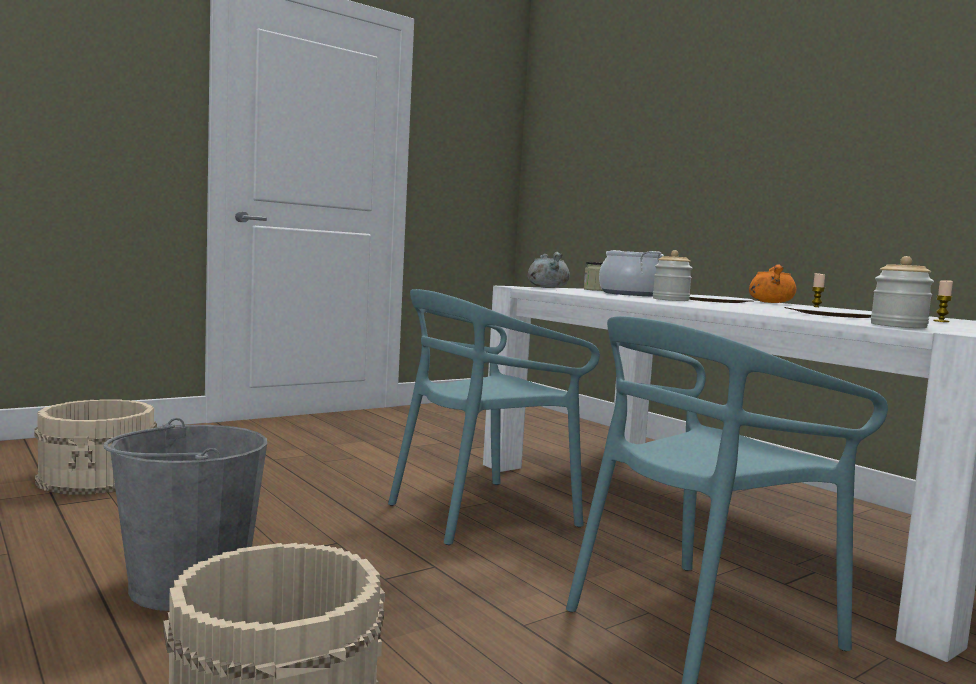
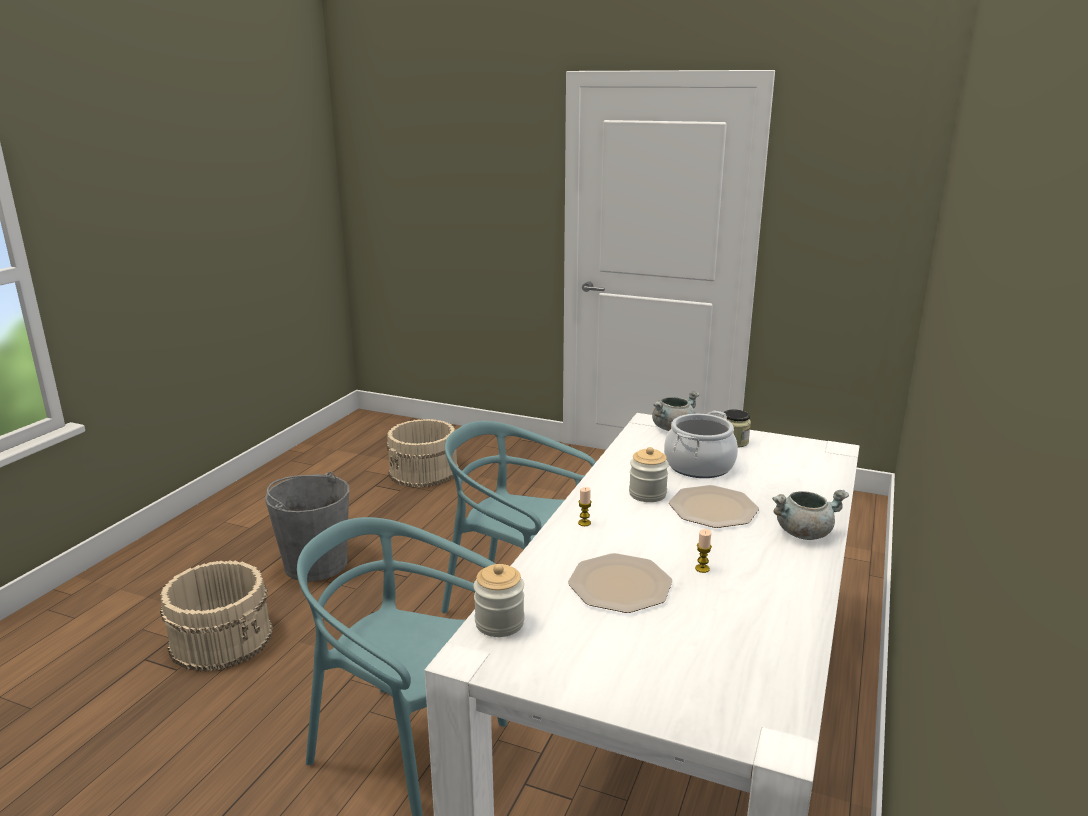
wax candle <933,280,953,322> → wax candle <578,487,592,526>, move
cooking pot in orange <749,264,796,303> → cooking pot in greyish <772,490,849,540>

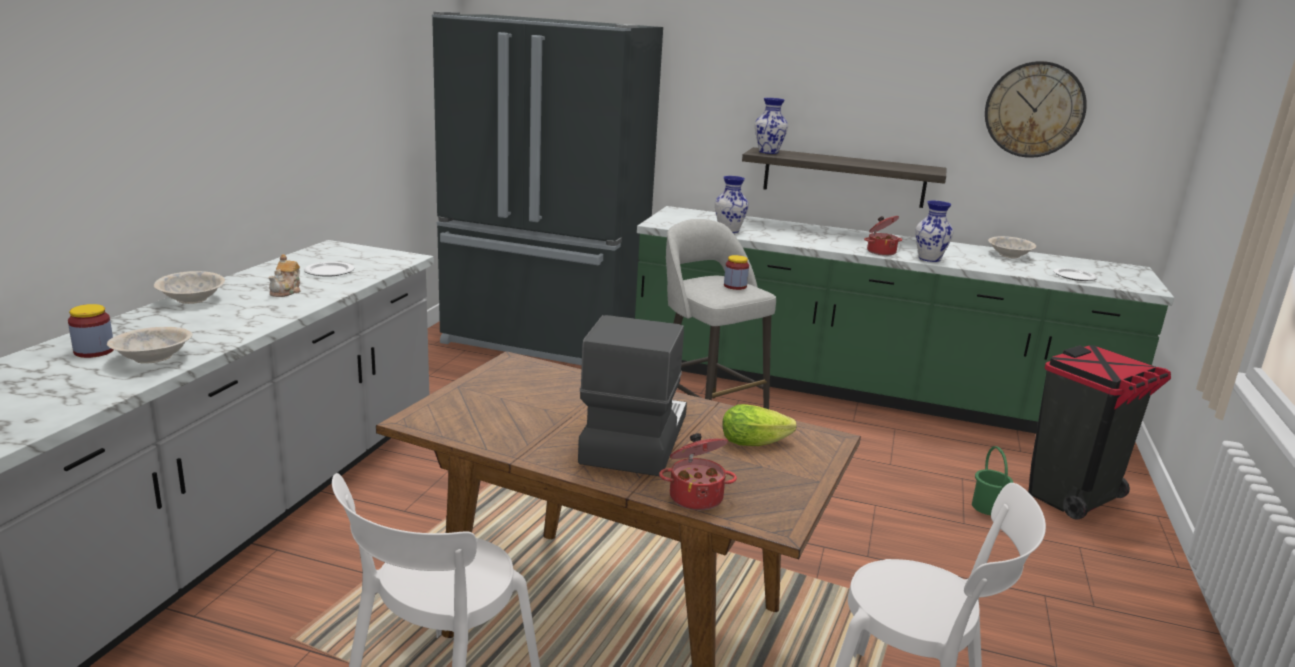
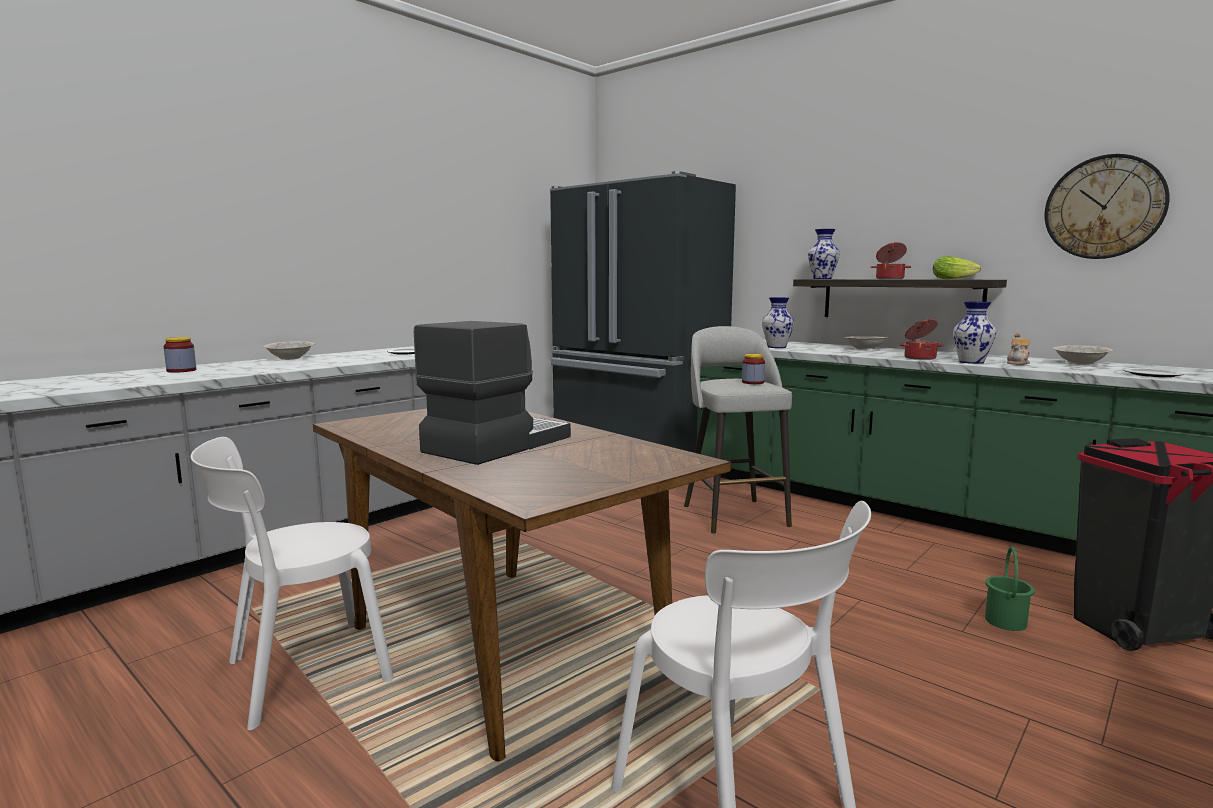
bowl in beige-coloured <107,327,193,364> → bowl in beige-coloured <844,336,889,349>, move
tea pot <268,254,301,297> → tea pot <1007,333,1030,365>, move
cooking pot <659,433,737,510> → cooking pot <871,242,911,279>, move
lettuce head <722,404,797,446> → lettuce head <933,256,981,279>, move

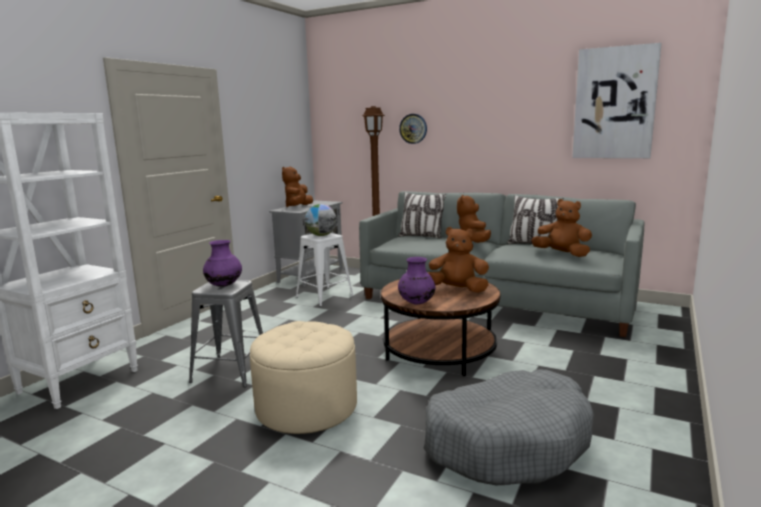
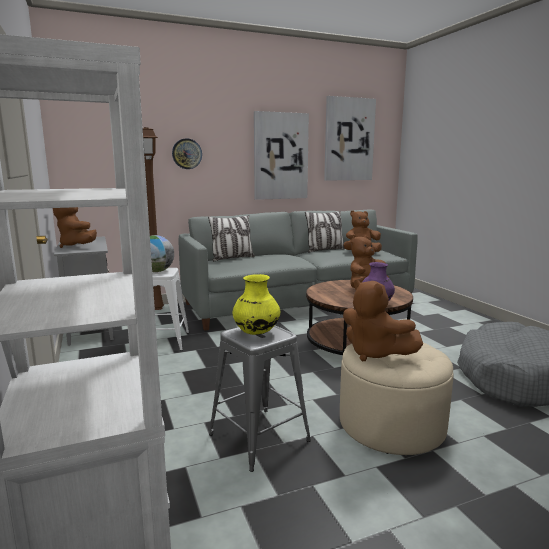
- → wall art <254,111,309,200>
soft toy in brown-coloured <457,195,491,243> → soft toy in brown-coloured <343,280,423,361>, move
flower vase in purplish <203,240,242,287> → flower vase in yellow <233,274,280,335>

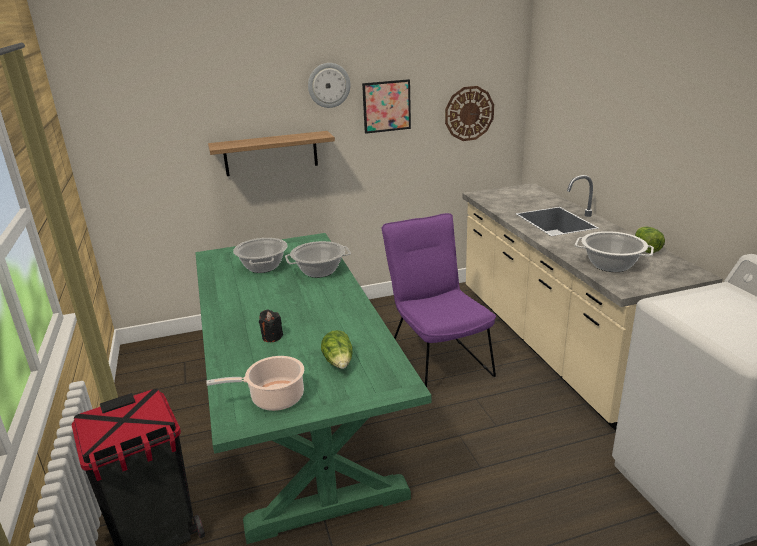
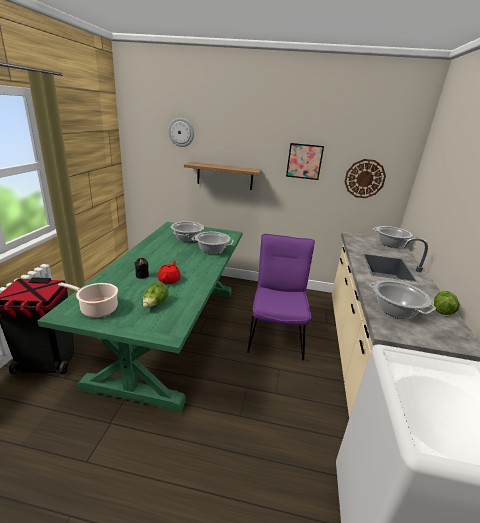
- → tea pot in red-coloured <158,260,181,284>
- → cooking pot <373,226,415,248>
clock on the wall <308,63,350,108> → clock on the wall <168,118,194,147>, move

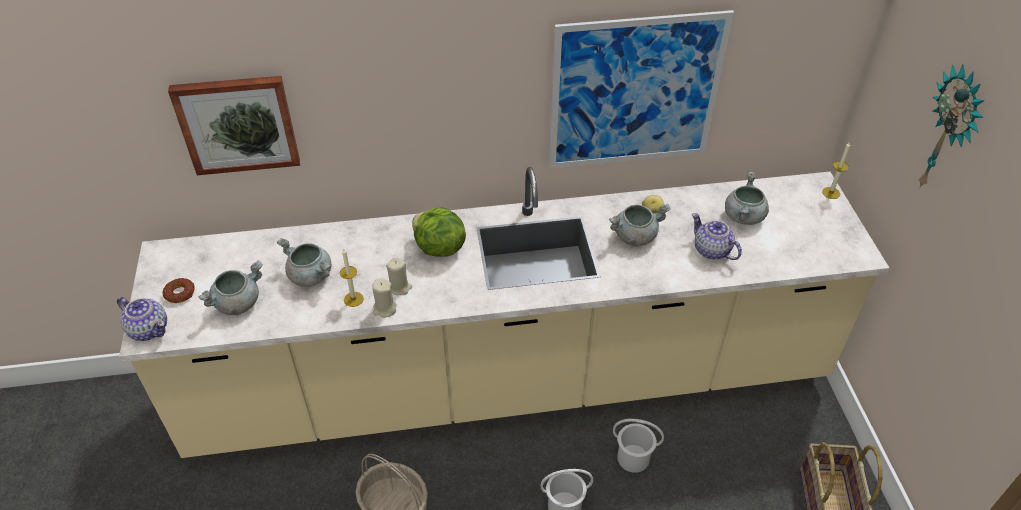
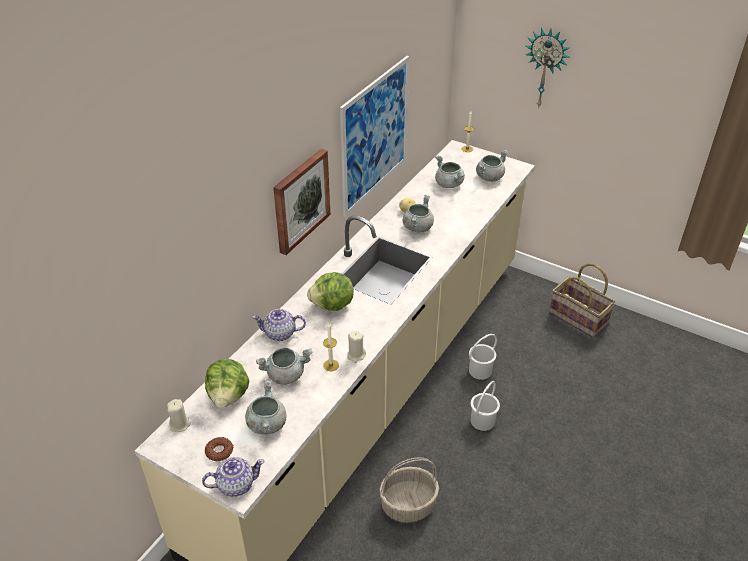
- → lettuce head <205,359,249,408>
- → cooking pot in greyish <476,150,508,182>
wall art <168,76,300,175> → wall art <273,149,331,255>, move
wax candle in beige-coloured <386,258,412,295> → wax candle in beige-coloured <167,399,191,432>, move
tea pot <692,213,742,260> → tea pot <252,309,306,341>, move

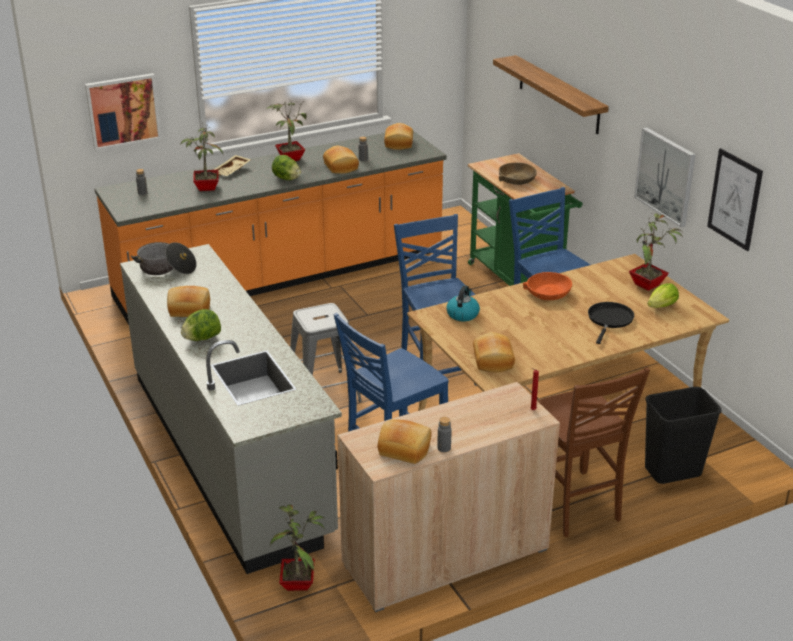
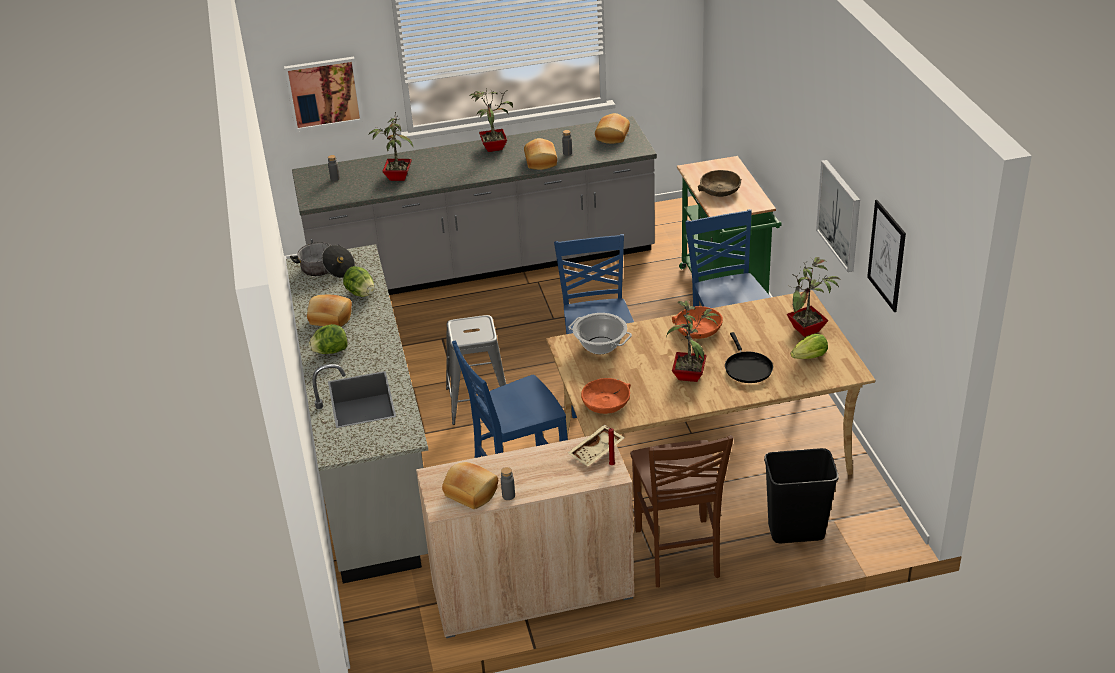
shelf <493,55,609,134> → -
carrying tray in beige-coloured <214,155,251,176> → carrying tray in beige-coloured <568,424,625,466>, move
plant in a pot <270,504,325,591> → plant in a pot <666,300,718,382>, move
lettuce head <272,155,301,180> → lettuce head <343,266,375,297>, move
kettle <446,285,480,321> → cooking pot <569,313,632,354>
bakery bread <473,332,515,372> → bowl in orange <581,378,631,414>
kitchen counter in orange <94,131,446,325> → kitchen counter in greyish <292,116,657,295>
pan in black <588,302,634,344> → pan in black <725,332,773,383>, 135 degrees clockwise

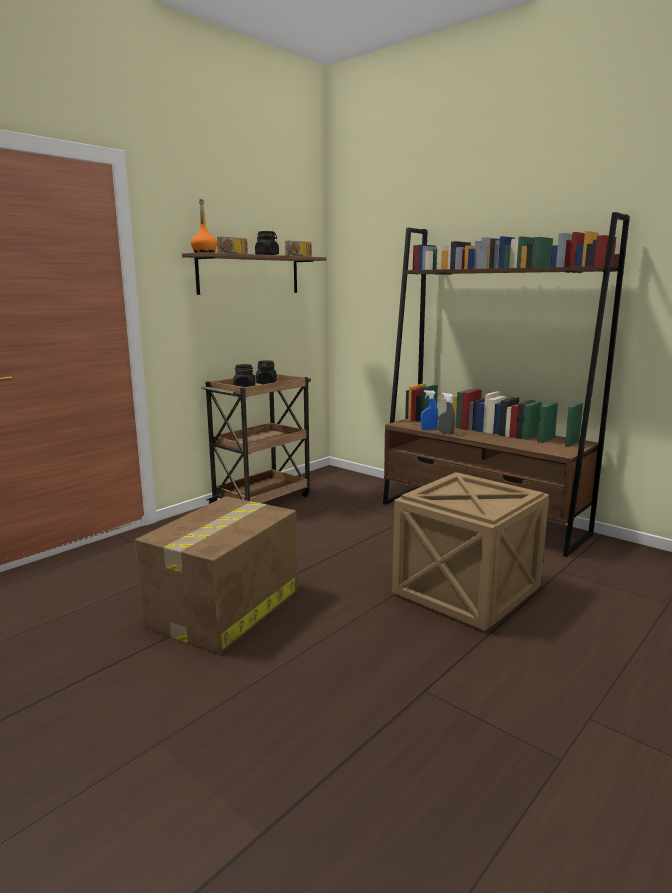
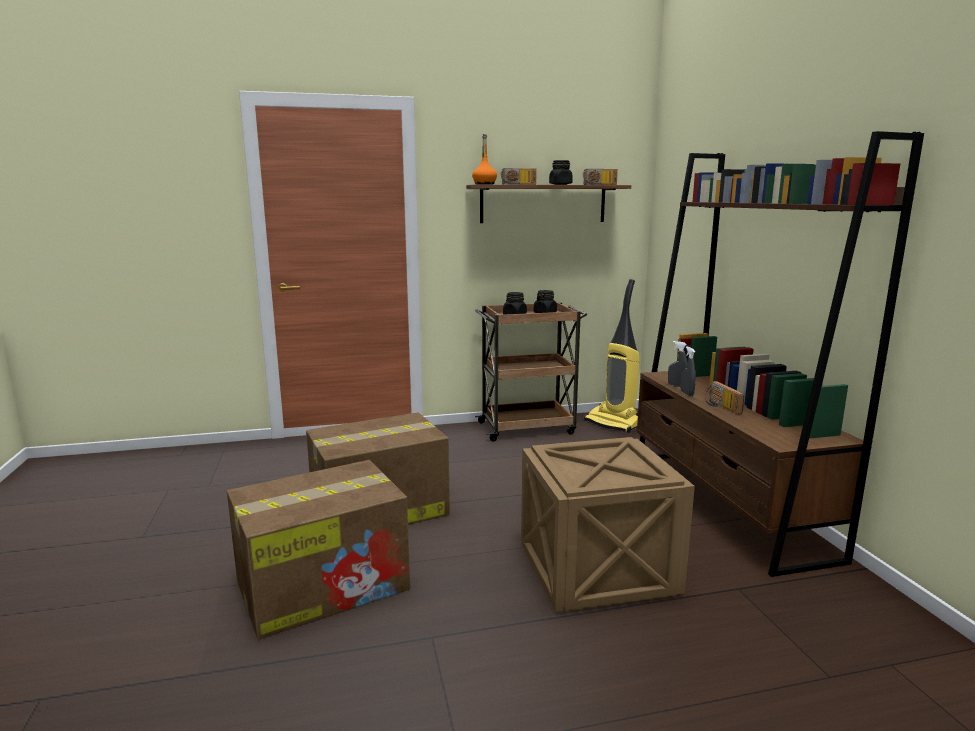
- → cardboard box <227,460,410,640>
- → hoover <584,279,639,433>
- → radio <705,381,745,414>
sprayer in bluish <421,390,438,430> → sprayer in greyish <668,341,688,387>

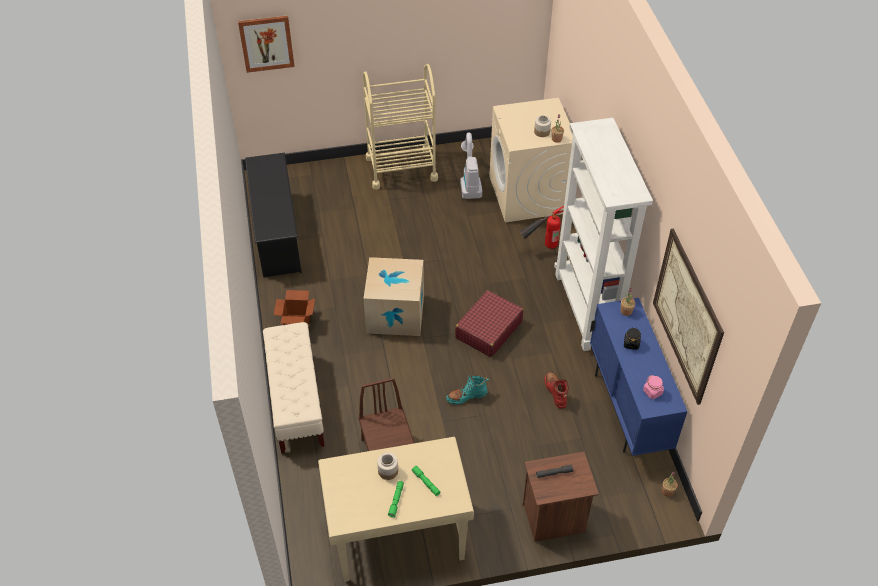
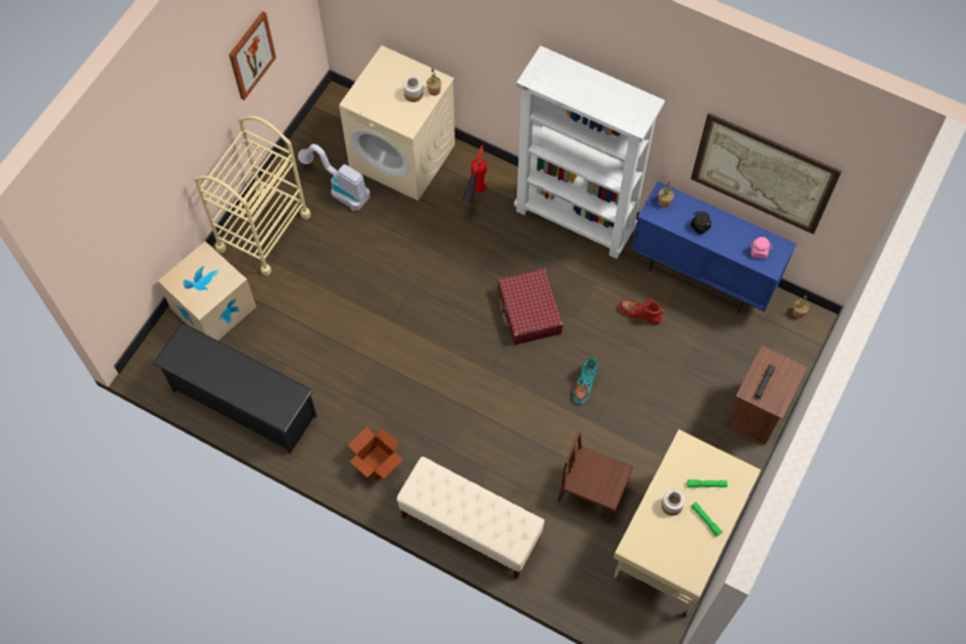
wall art <238,16,295,73> → wall art <229,11,276,100>, move
cardboard box <363,257,424,336> → cardboard box <158,241,256,340>, move

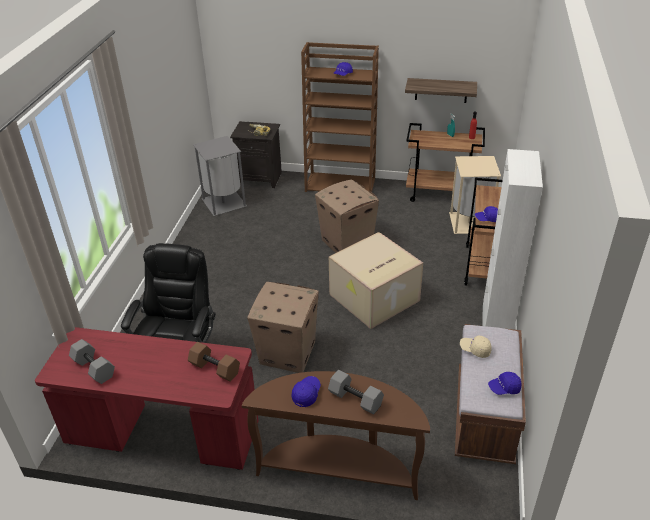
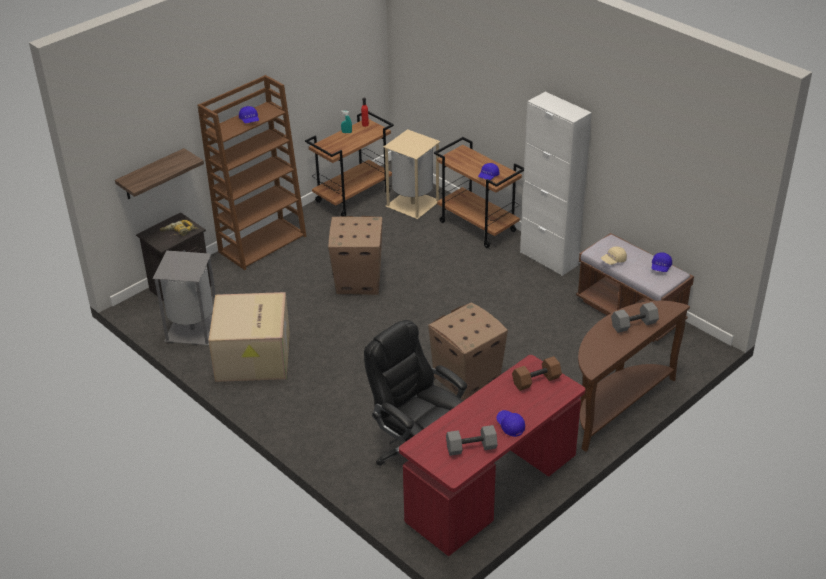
baseball cap in bluish <291,376,321,407> → baseball cap in bluish <496,410,525,437>, move
cardboard box <329,232,423,329> → cardboard box <208,292,290,382>, move
shelf <405,78,477,103> → shelf <115,148,204,200>, move

